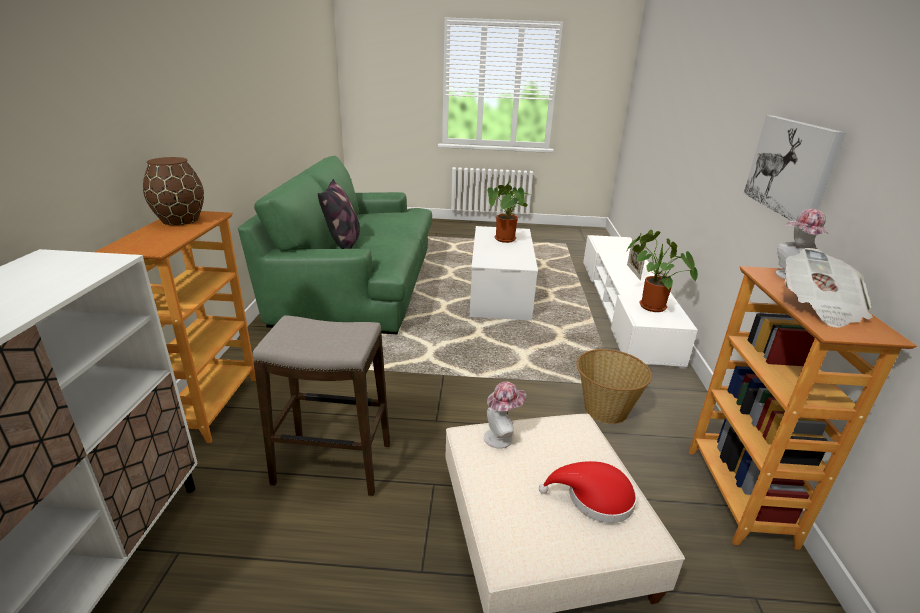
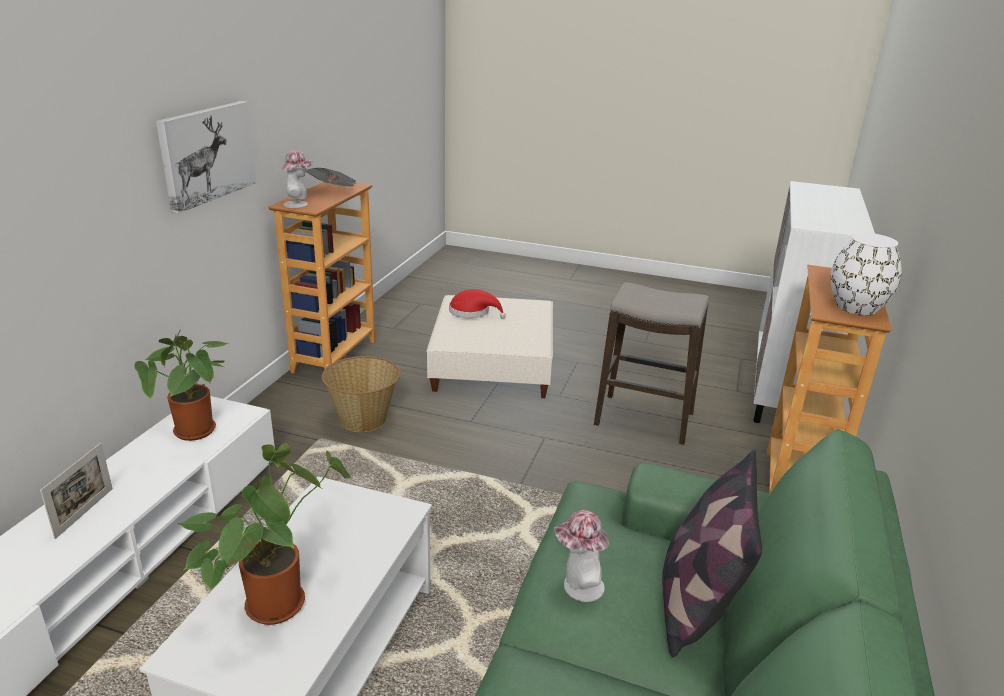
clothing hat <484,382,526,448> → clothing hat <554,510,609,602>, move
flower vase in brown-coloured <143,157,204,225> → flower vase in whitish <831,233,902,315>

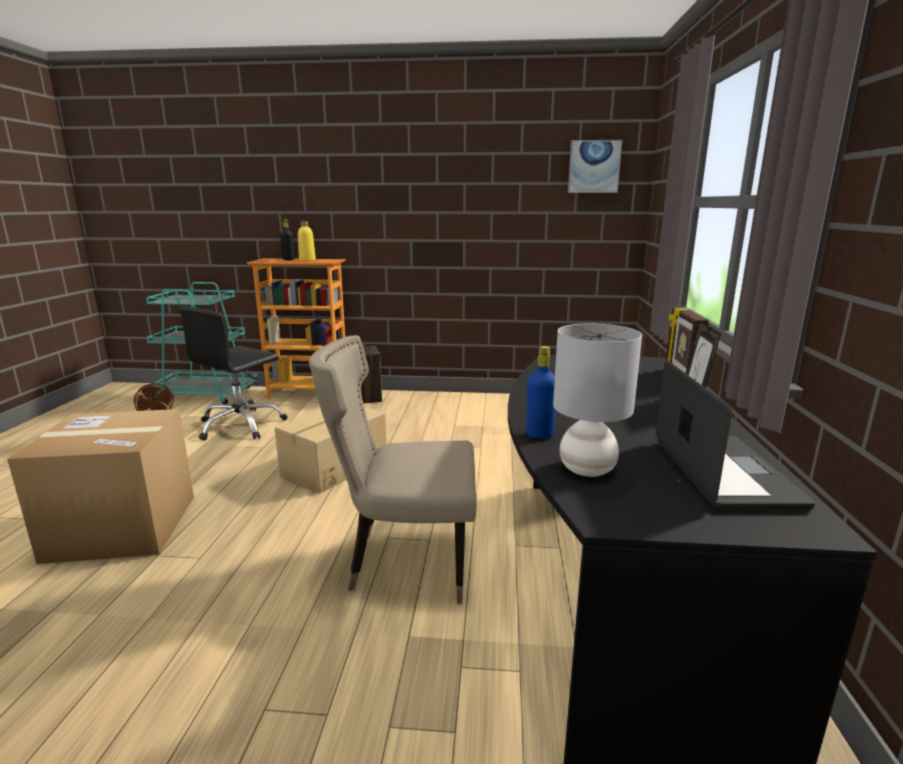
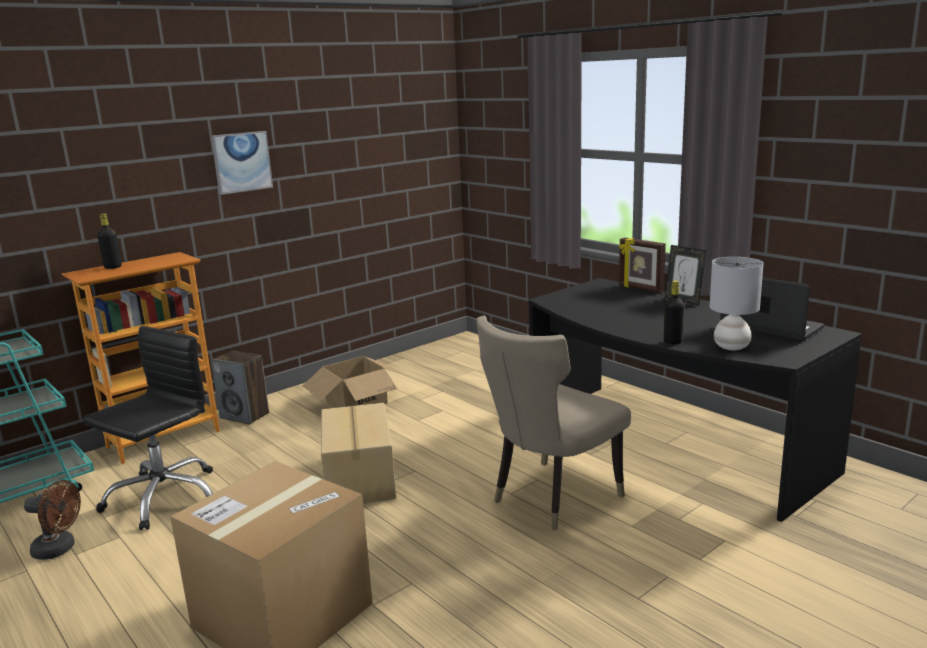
bottle in yellow <298,221,316,261> → -
- → cardboard box <303,356,405,408>
wall art <568,140,622,193> → wall art <211,131,273,195>, move
bottle in bluish <526,346,556,439> → bottle in black <664,281,685,345>
computer chair in black <179,306,287,440> → computer chair in black <83,326,213,530>, 135 degrees counterclockwise

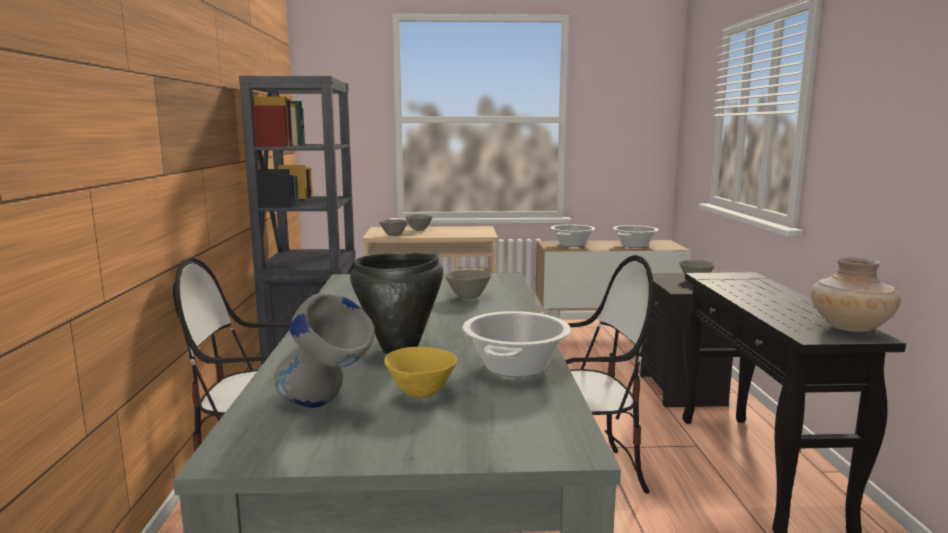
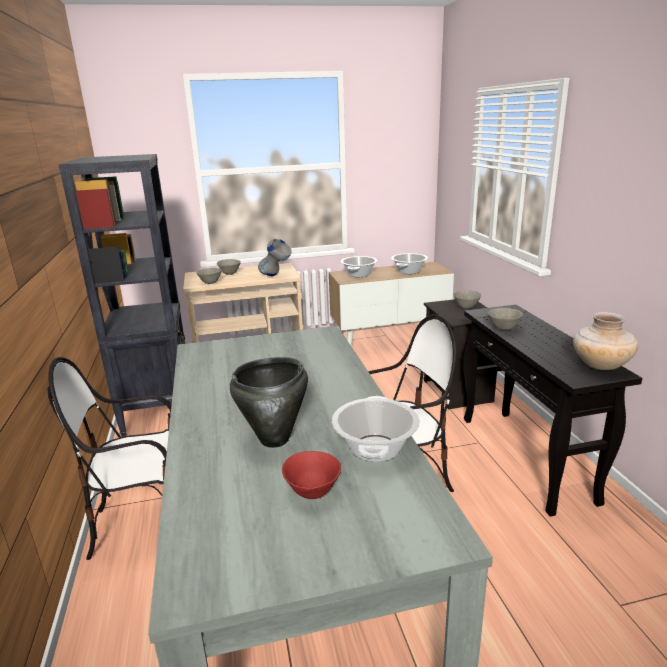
flower vase in greyish <274,293,375,408> → flower vase in greyish <258,239,292,276>, move
bowl in greyish <445,270,491,299> → bowl in greyish <488,308,523,331>, move
bowl in yellow <384,347,457,398> → bowl in red-coloured <282,451,341,499>

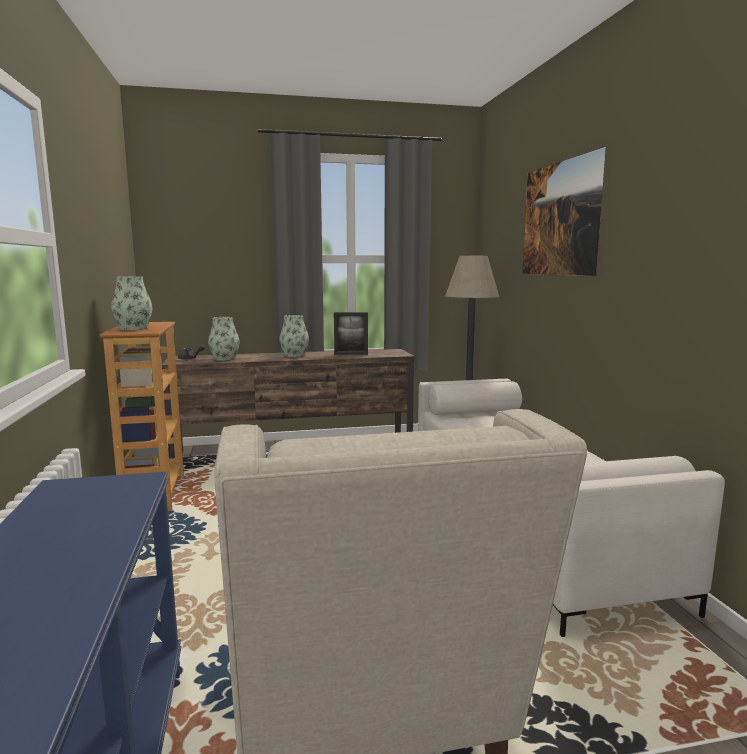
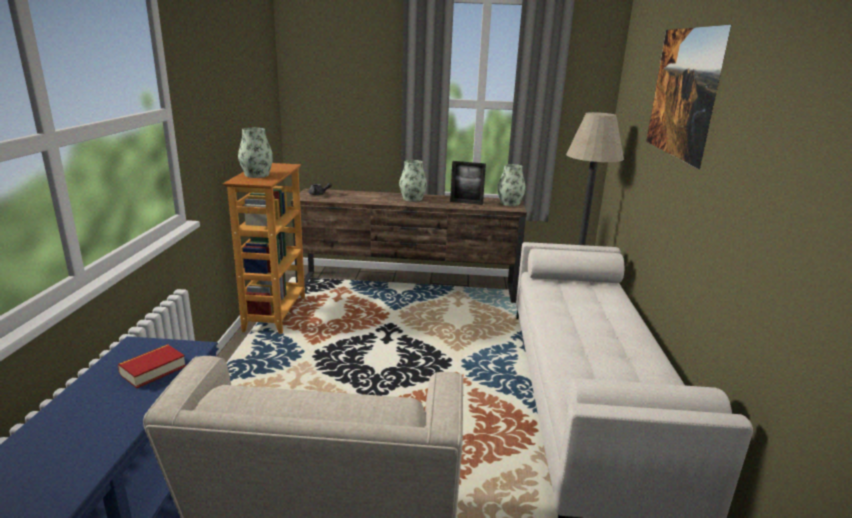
- → book <118,344,186,388>
flower vase <208,317,240,361> → flower vase <497,164,526,206>, move

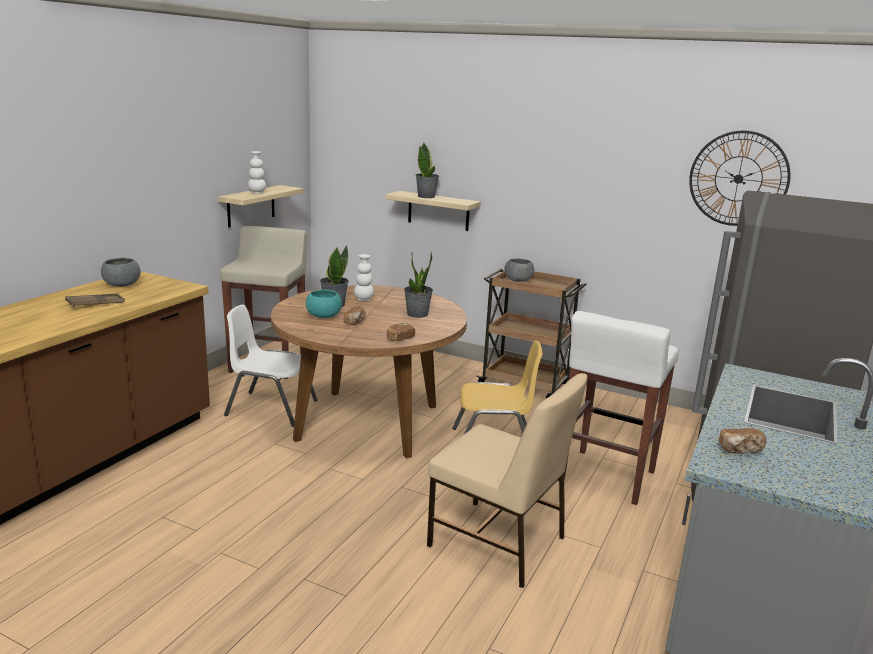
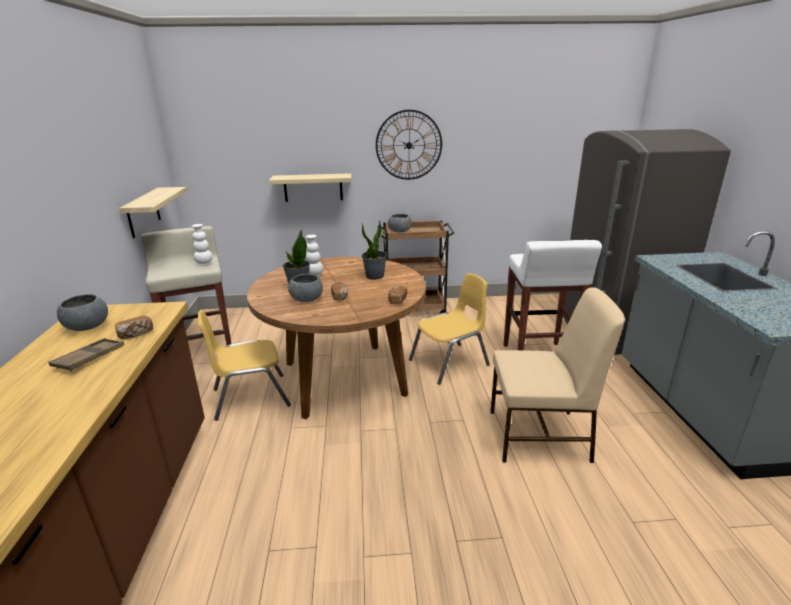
plant in a pot <416,143,439,198> → -
flower vase in whitish <248,151,266,193> → flower vase in whitish <192,224,213,265>, move
clock on the wall <689,131,791,226> → clock on the wall <376,110,442,180>, move
bakery bread <719,428,766,454> → bakery bread <115,316,153,339>, move
chair in whitish <224,305,318,427> → chair in yellow <198,310,291,421>
bowl in turquoise-coloured <306,289,342,318> → bowl in greyish <288,274,323,302>

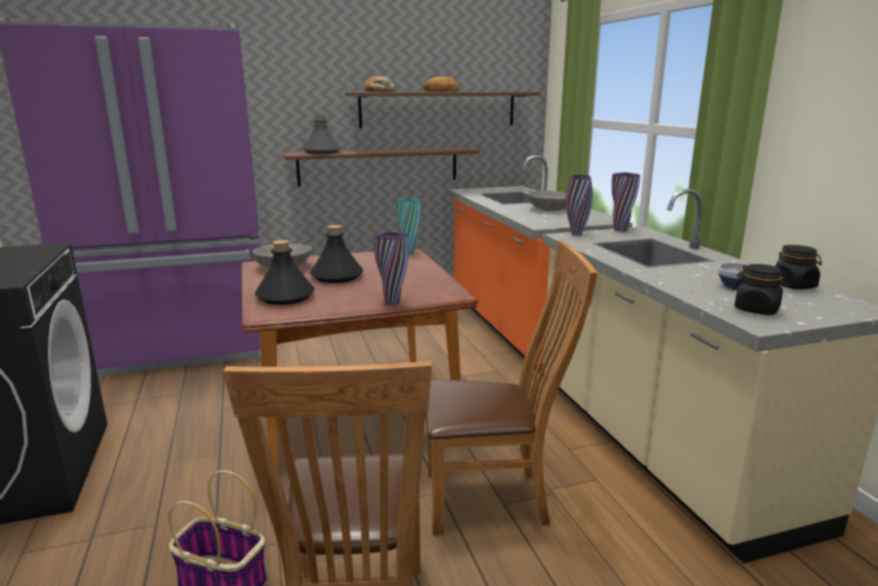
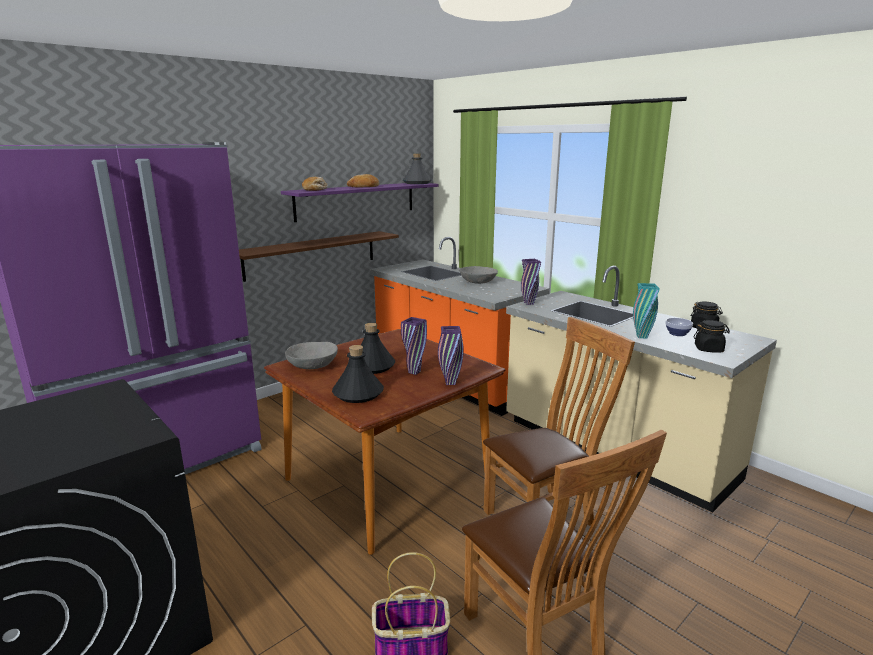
bottle in greyish <303,114,341,154> → bottle in greyish <403,153,432,184>, move
flower vase in turquoise-coloured <395,198,420,255> → flower vase in turquoise-coloured <633,283,660,339>, move
flower vase in purplish <612,172,640,232> → flower vase in purplish <401,317,427,375>, move
shelf in brown-coloured <345,92,540,128> → shelf in purplish <281,183,438,222>

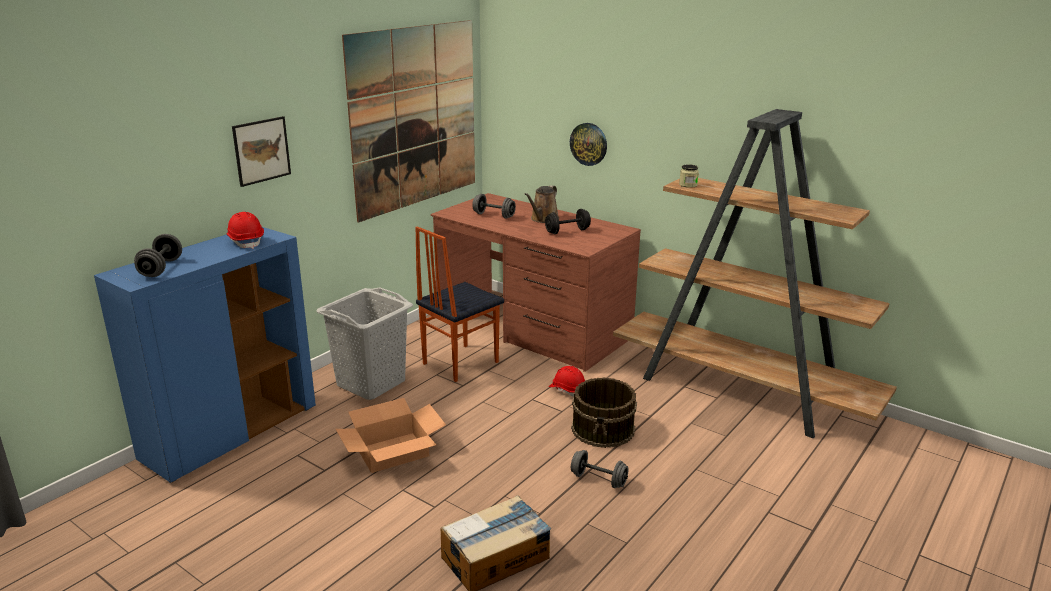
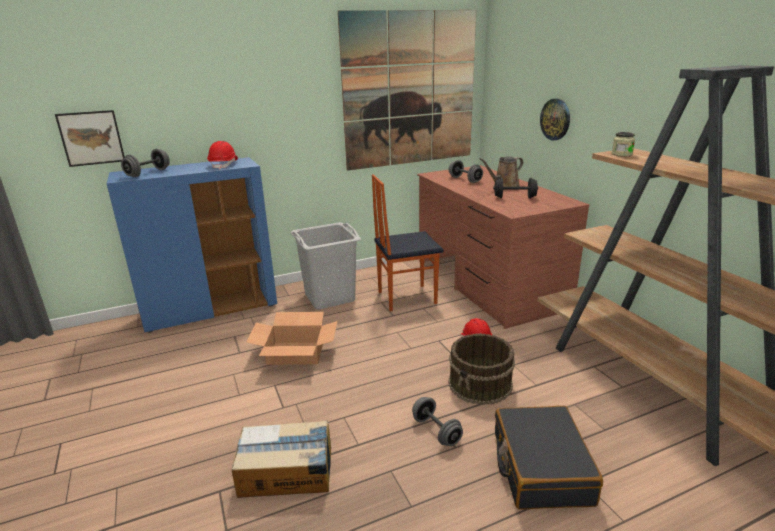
- → travel case in black <495,406,603,509>
wall art <232,116,291,187> → wall art <55,110,125,167>, move

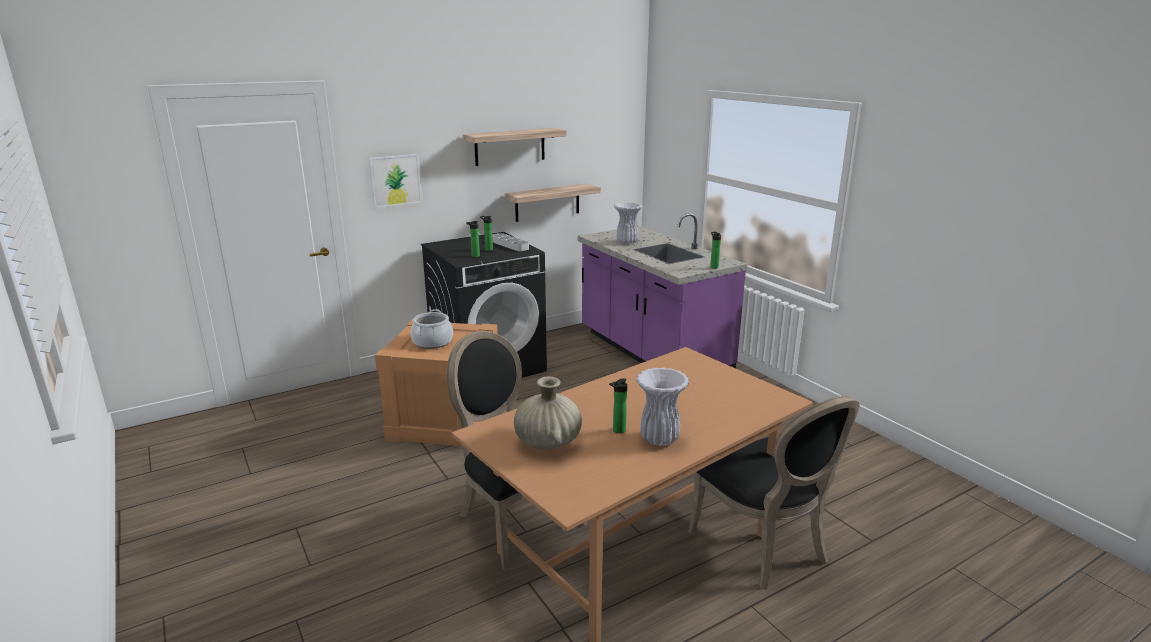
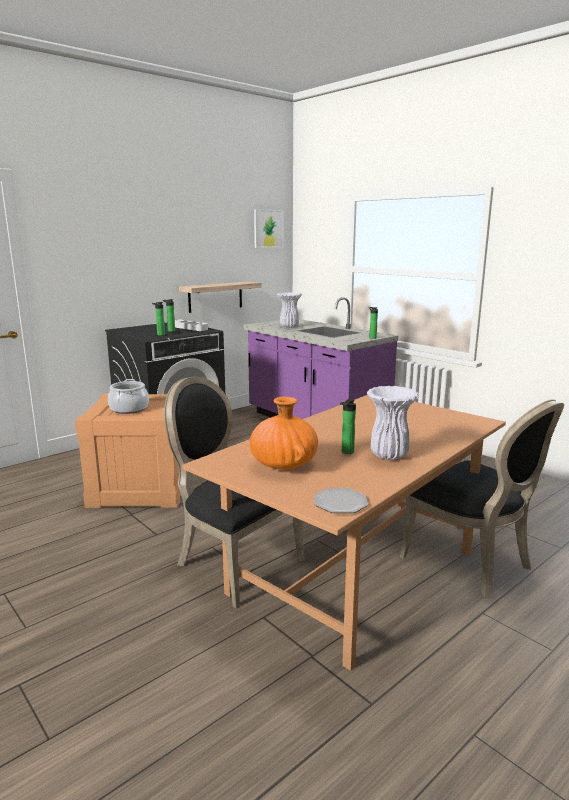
shelf <463,128,566,166> → -
- → flat dish <314,488,368,513>
wall art <369,154,422,208> → wall art <254,209,284,248>, move
flower vase in beige-coloured <514,376,582,449> → flower vase in orange <250,397,318,470>

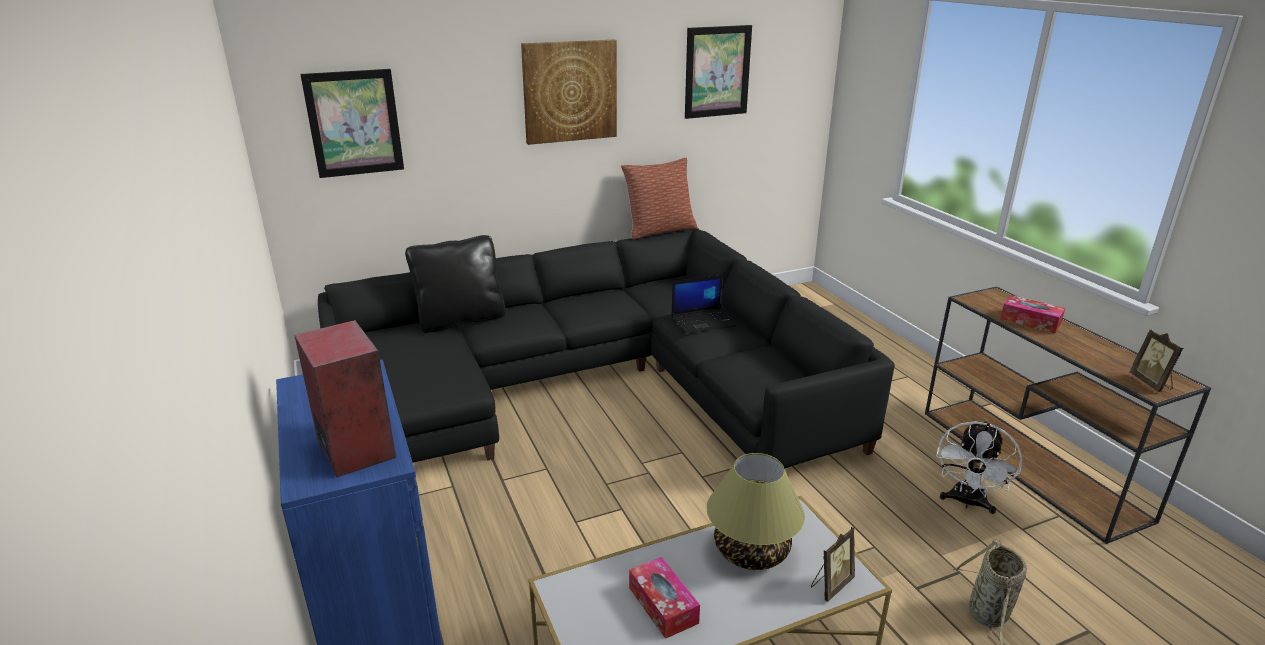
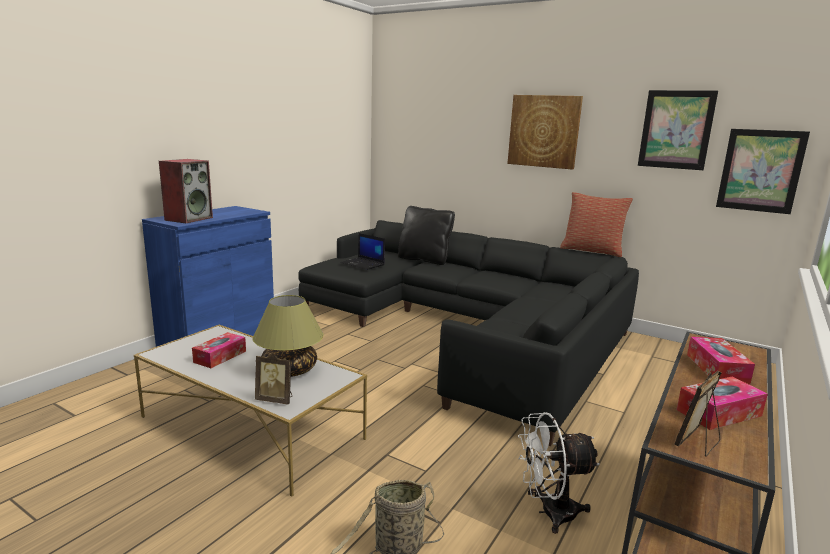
- → tissue box <677,377,768,430>
wall art <300,69,404,178> → wall art <716,129,810,214>, move
notebook computer <672,274,736,334> → notebook computer <340,233,385,270>, move

